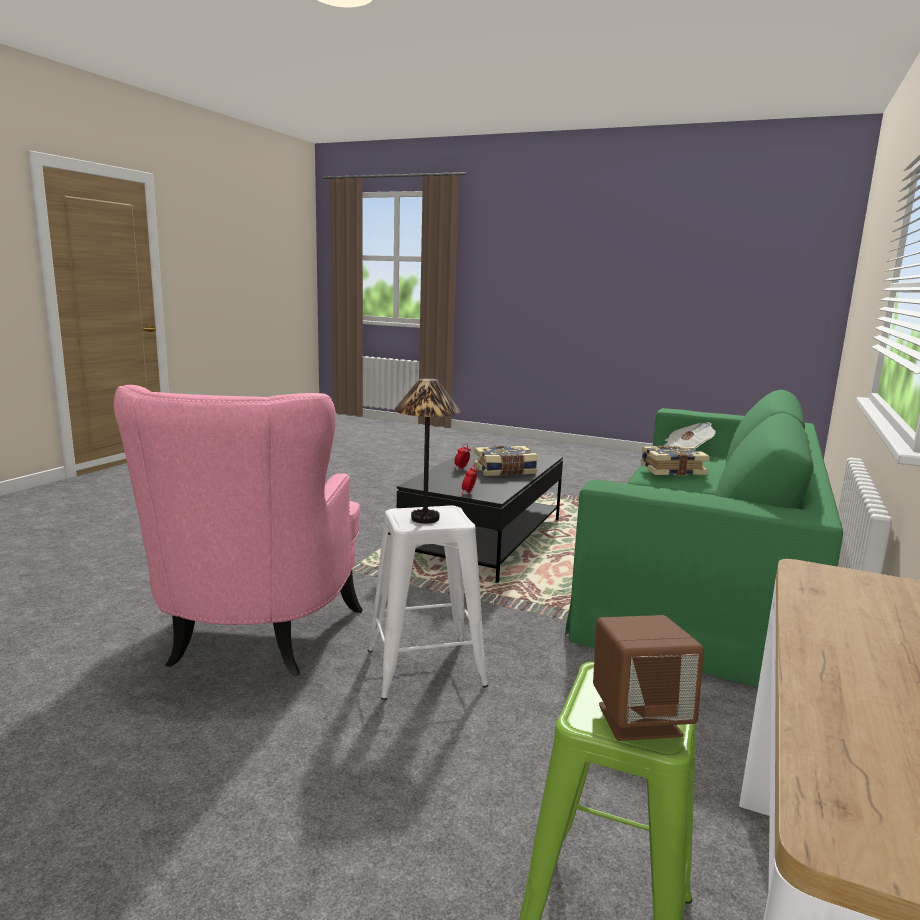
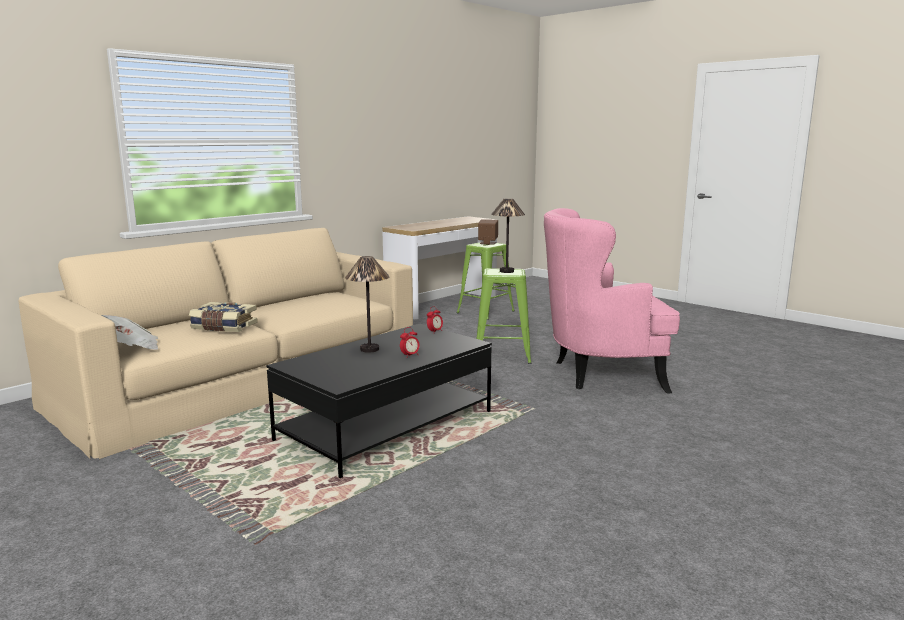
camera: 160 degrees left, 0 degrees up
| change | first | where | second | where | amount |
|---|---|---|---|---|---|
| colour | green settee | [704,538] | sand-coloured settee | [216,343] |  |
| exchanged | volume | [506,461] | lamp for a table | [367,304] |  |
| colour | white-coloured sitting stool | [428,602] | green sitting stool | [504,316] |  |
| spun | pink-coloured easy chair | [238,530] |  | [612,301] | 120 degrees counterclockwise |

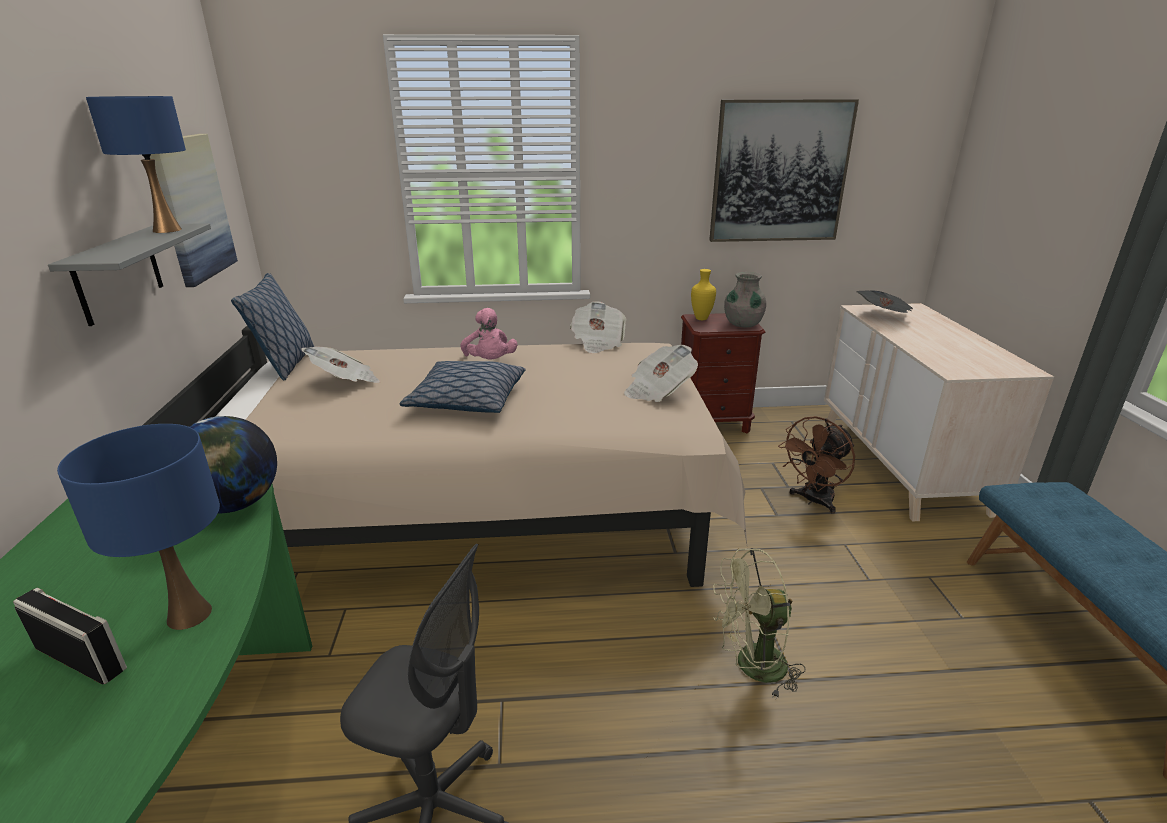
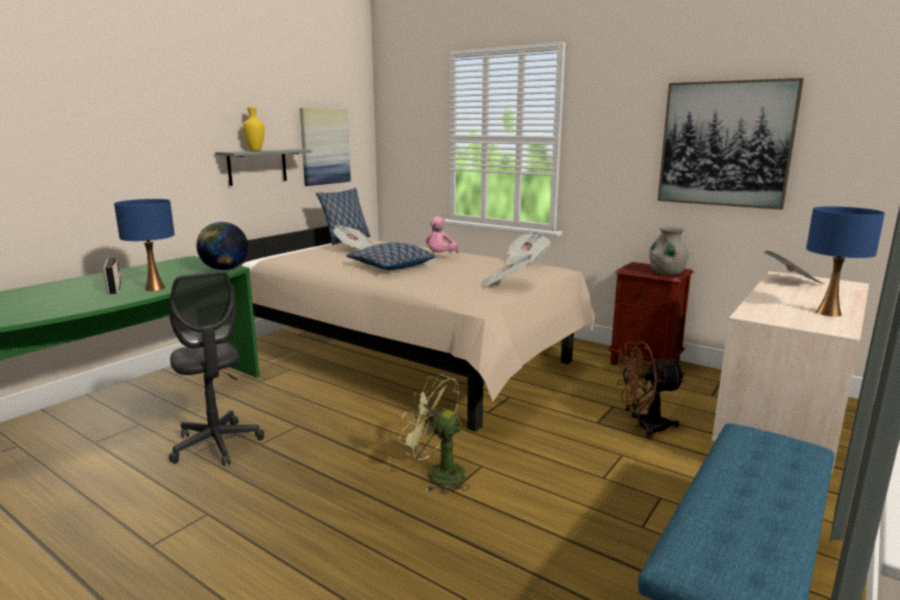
camera: 40 degrees right, 10 degrees down
| change | first | where | second | where | amount |
|---|---|---|---|---|---|
| relocated | yellowish vase | [703,294] |  | [253,129] |  |
| relocated | bluish lamp for a table | [136,164] |  | [845,261] |  |

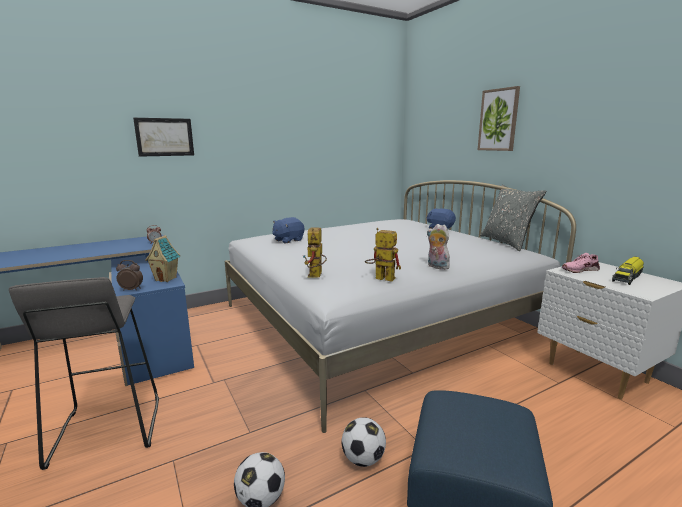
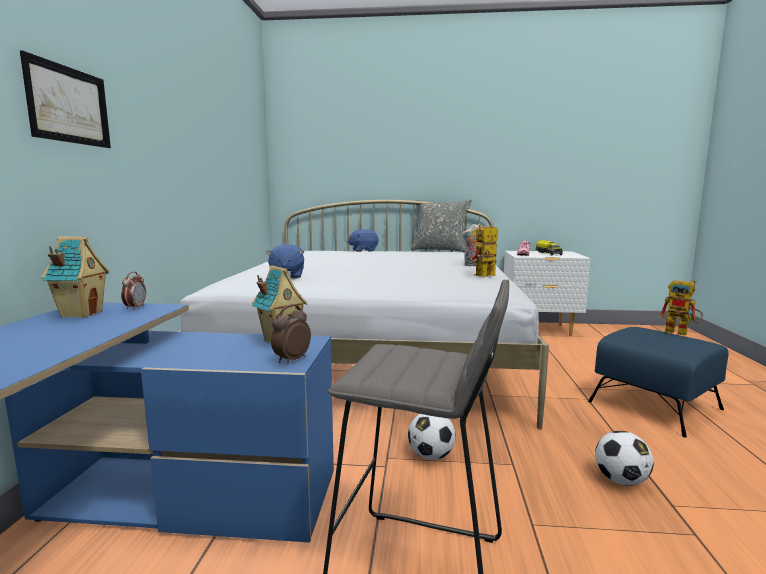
camera: 55 degrees left, 5 degrees down
| change | first | where | second | where | amount |
|---|---|---|---|---|---|
| appeared |  |  | miniature house | [75,277] |  |
| relocated | football ball | [363,442] |  | [432,437] |  |
| relocated | toy robot | [315,252] |  | [681,308] |  |
| missing | wall art | [499,118] |  |  |  |

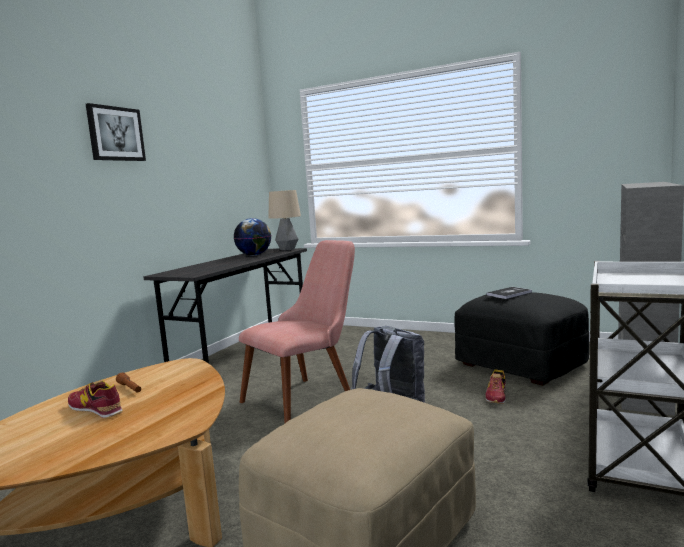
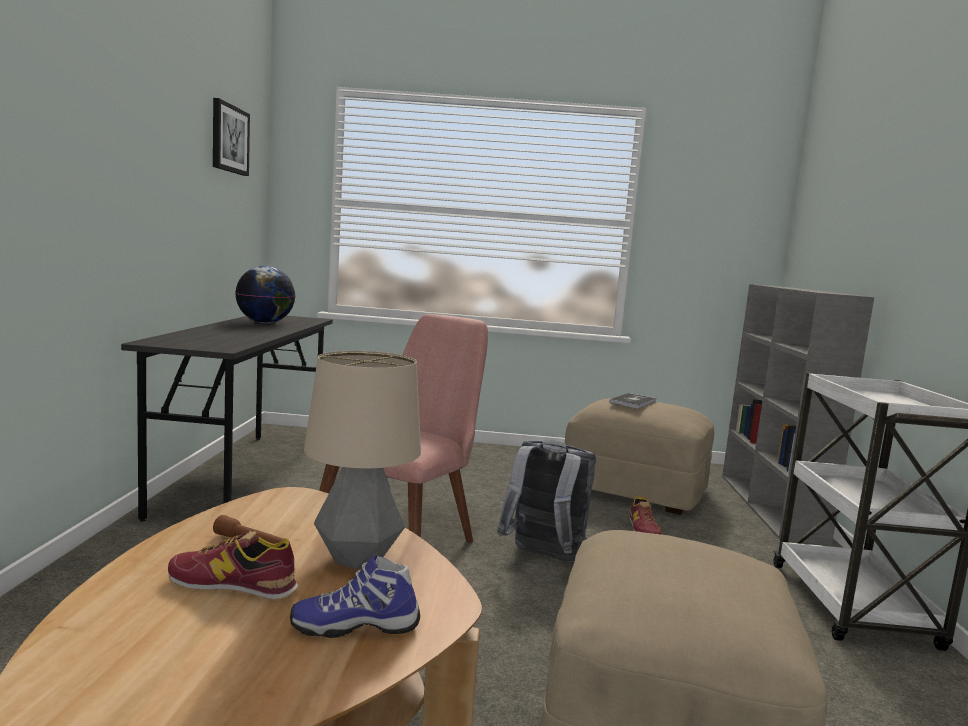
camera: 25 degrees left, 0 degrees up
| change | first | where | second | where | amount |
|---|---|---|---|---|---|
| relocated | wall art | [116,132] |  | [231,137] |  |
| appeared |  |  | item of footwear | [355,596] |  |
| relocated | lamp for a table | [284,220] |  | [362,460] |  |
| colour | black-coloured pouffe | [521,339] | sand-coloured pouffe | [639,456] |  |

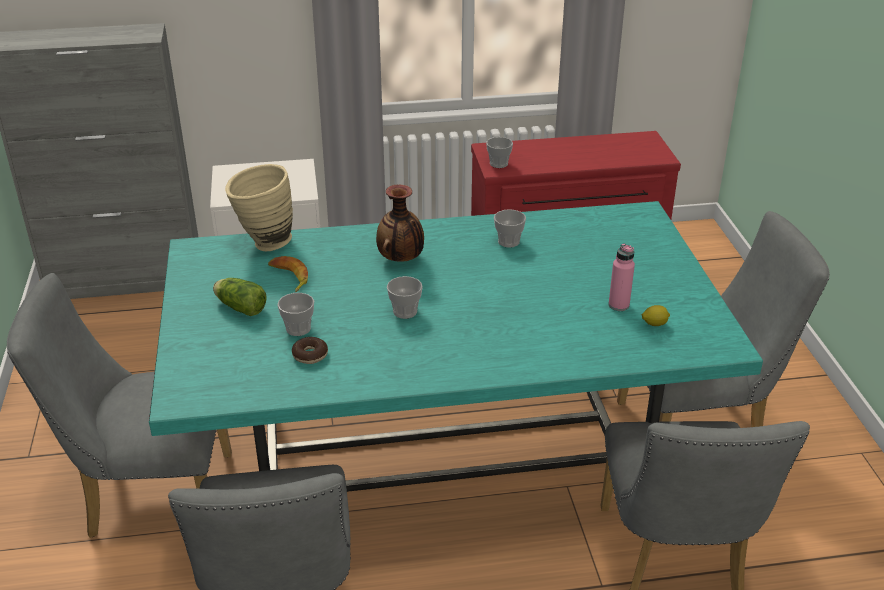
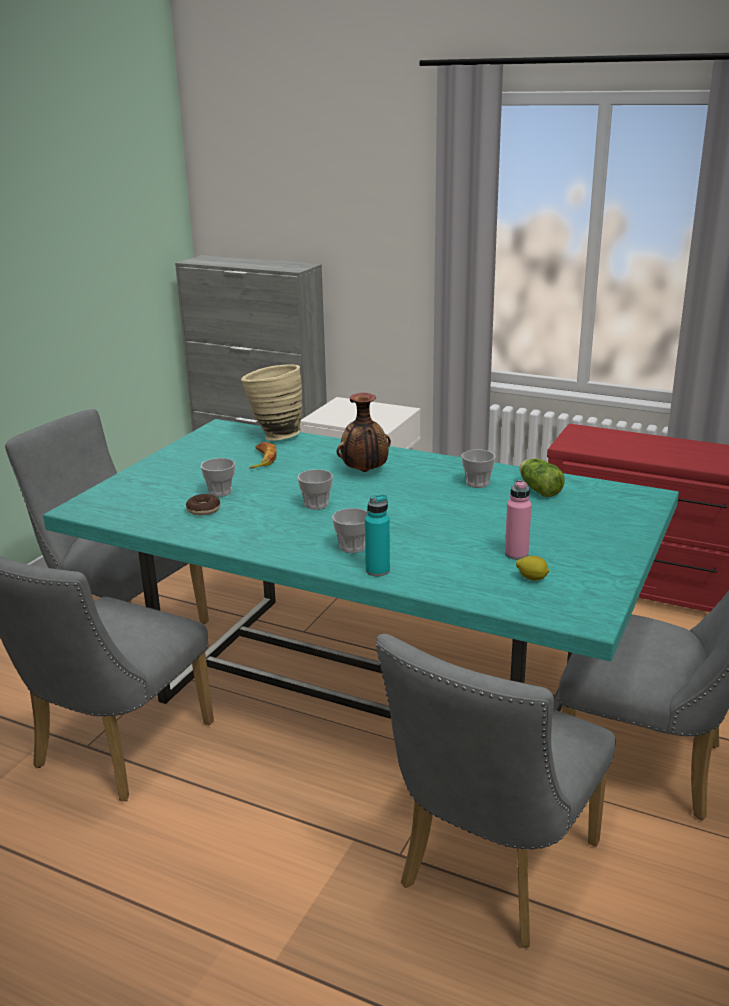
camera: 35 degrees right, 10 degrees down
| change | first | where | second | where | amount |
|---|---|---|---|---|---|
| relocated | cup | [499,152] |  | [350,530] |  |
| appeared |  |  | turquoise-coloured drink bottle | [377,535] |  |
| relocated | lettuce | [240,297] |  | [542,477] |  |

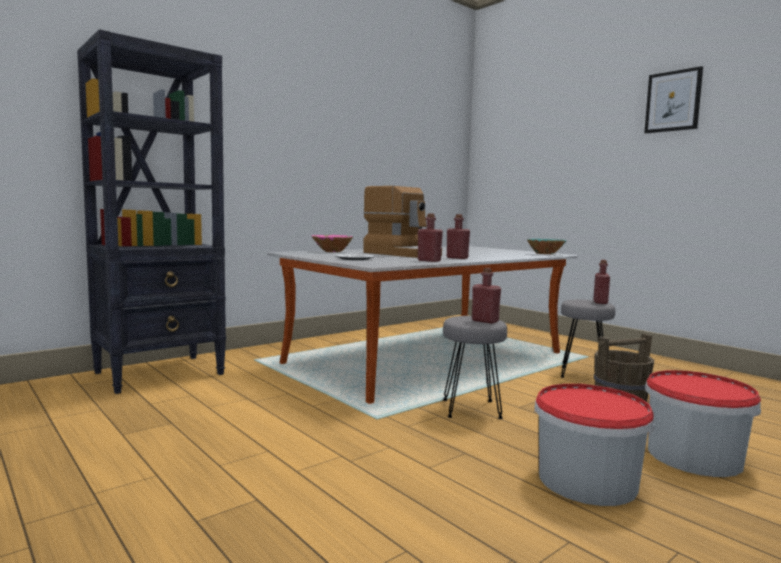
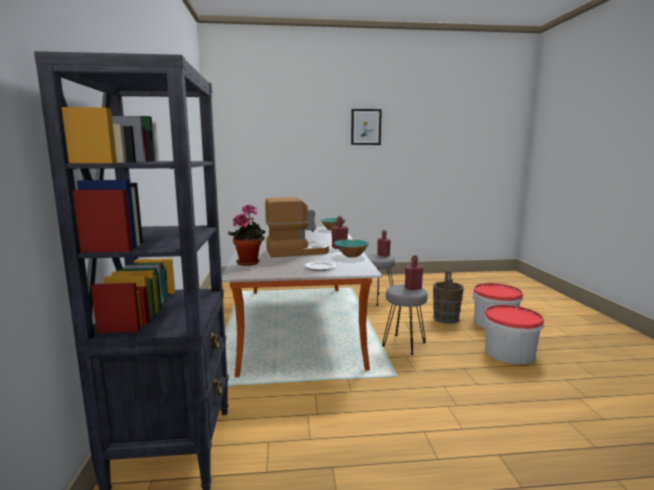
camera: 55 degrees left, 5 degrees up
| change | first | where | second | where | amount |
|---|---|---|---|---|---|
| exchanged | pink-coloured bowl | [332,243] | plant in a pot | [246,235] |  |
| exchanged | red drink bottle | [430,237] | turquoise-coloured bowl | [351,248] |  |

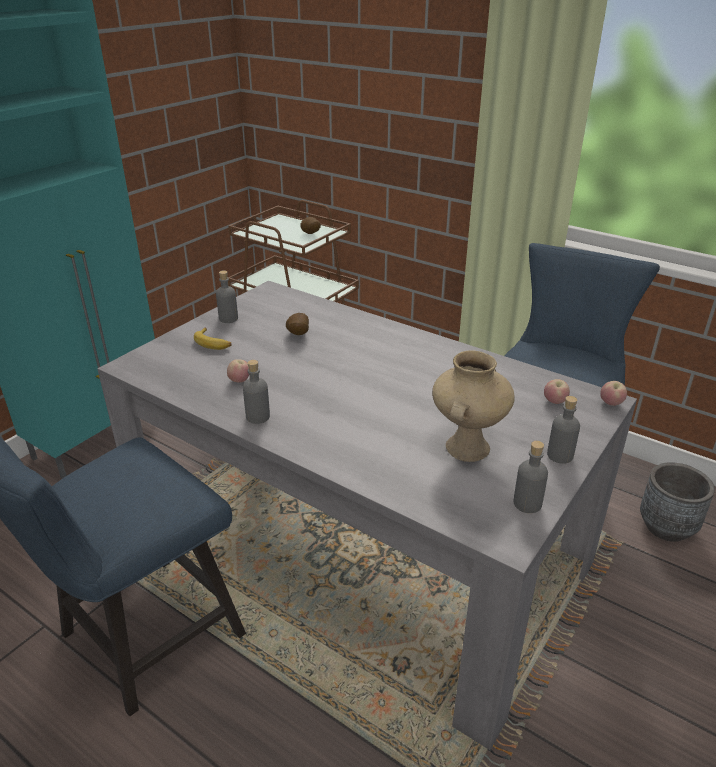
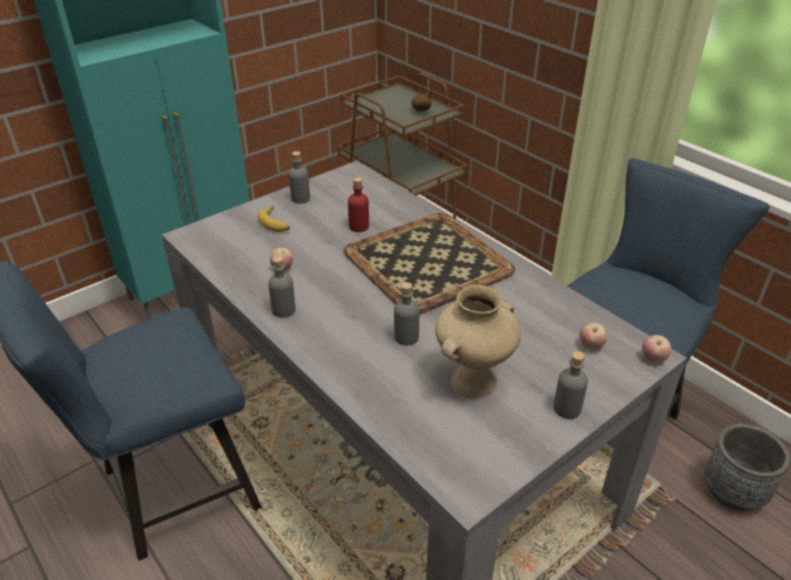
camera: 15 degrees right, 5 degrees up
| change | first | where | second | where | amount |
|---|---|---|---|---|---|
| appeared |  |  | carrying tray | [429,264] |  |
| exchanged | whole potato | [297,324] | red drink bottle | [358,204] |  |
| relocated | greyish drink bottle | [530,477] |  | [406,314] |  |

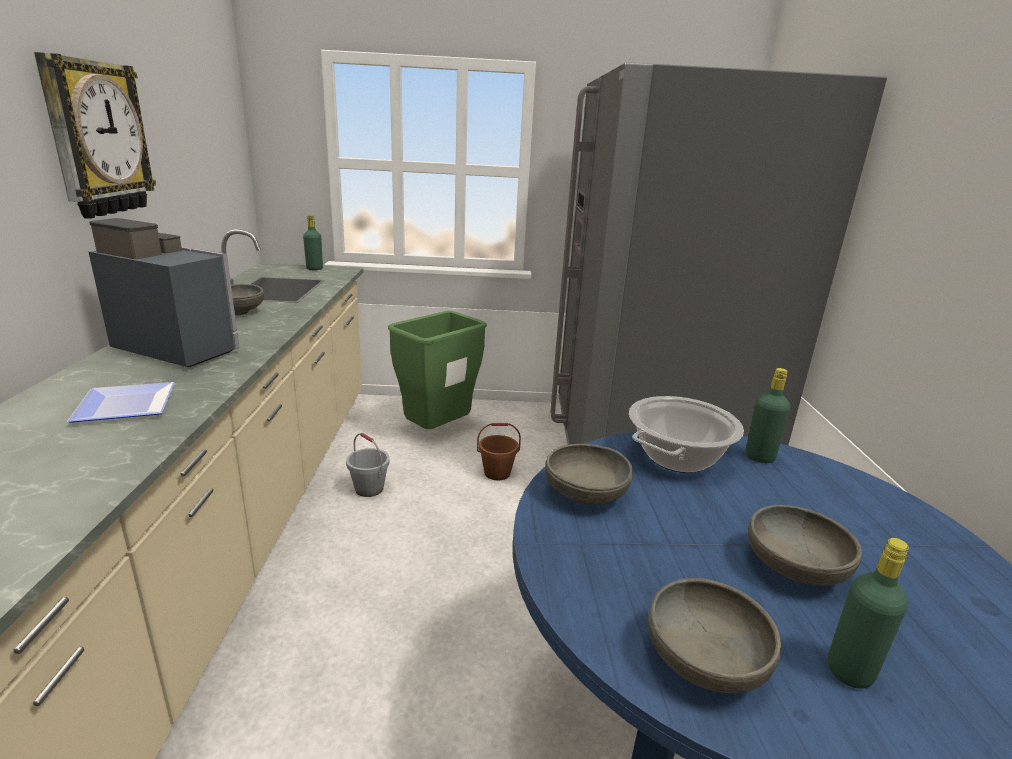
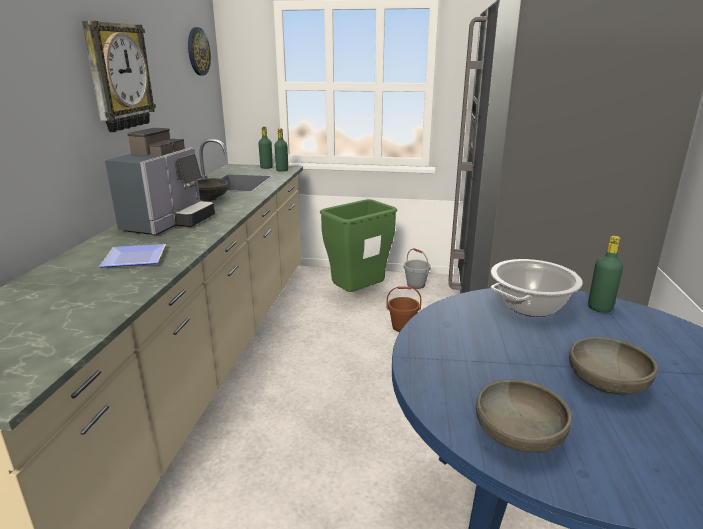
camera: 10 degrees right, 0 degrees up
| change | first | where | second | where | amount |
|---|---|---|---|---|---|
| spun | coffee machine | [164,293] |  | [160,181] | 75 degrees clockwise |
| appeared |  |  | clock on the wall | [199,51] |  |
| relocated | green drink bottle | [868,613] |  | [281,150] |  |
| relocated | greyish bucket | [368,465] |  | [417,268] |  |
| missing | greyish bowl | [589,474] |  |  |  |

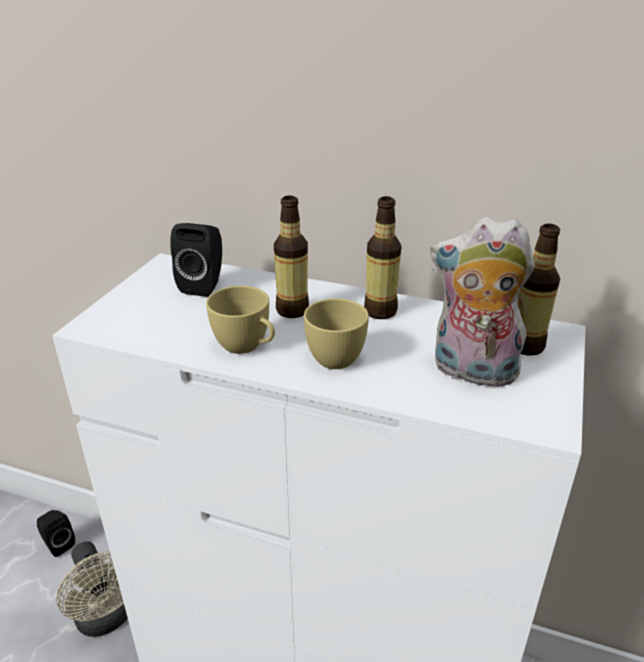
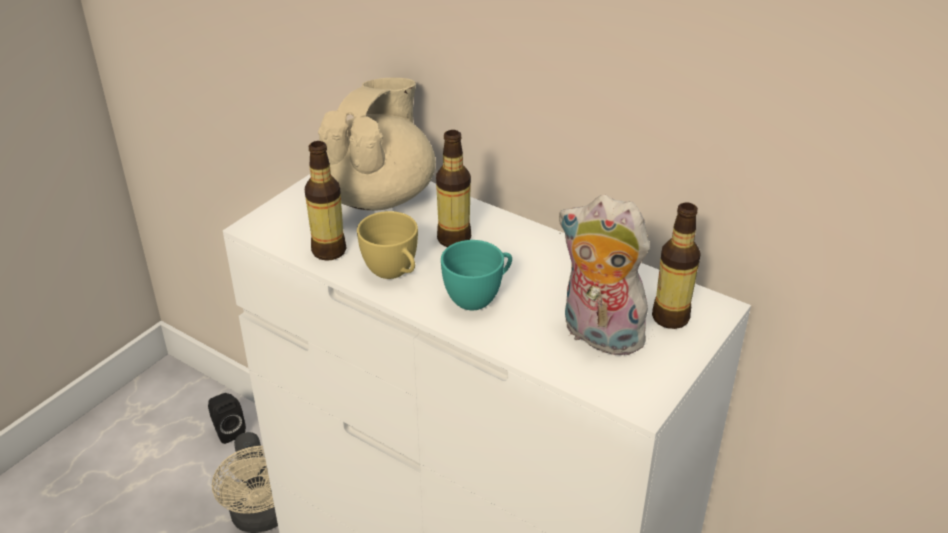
camera: 15 degrees right, 5 degrees up
| change | first | where | second | where | amount |
|---|---|---|---|---|---|
| relocated | drink bottle | [382,257] |  | [325,201] |  |
| exchanged | black-coloured speaker | [196,260] | sand-coloured teapot | [377,144] |  |
| colour | yellowish cup | [336,333] | turquoise-coloured cup | [476,275] |  |

